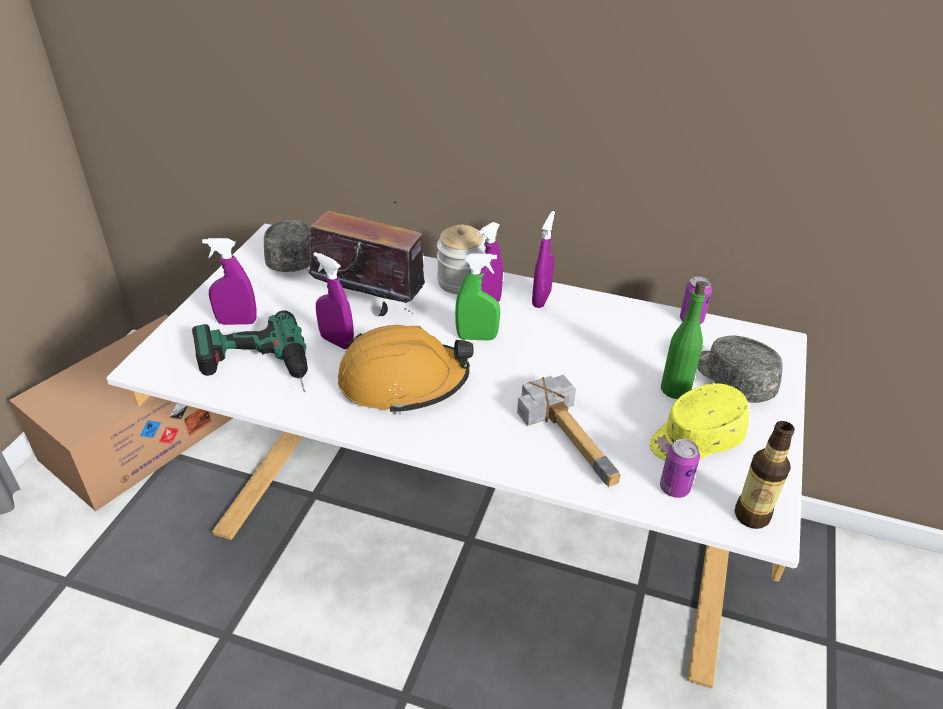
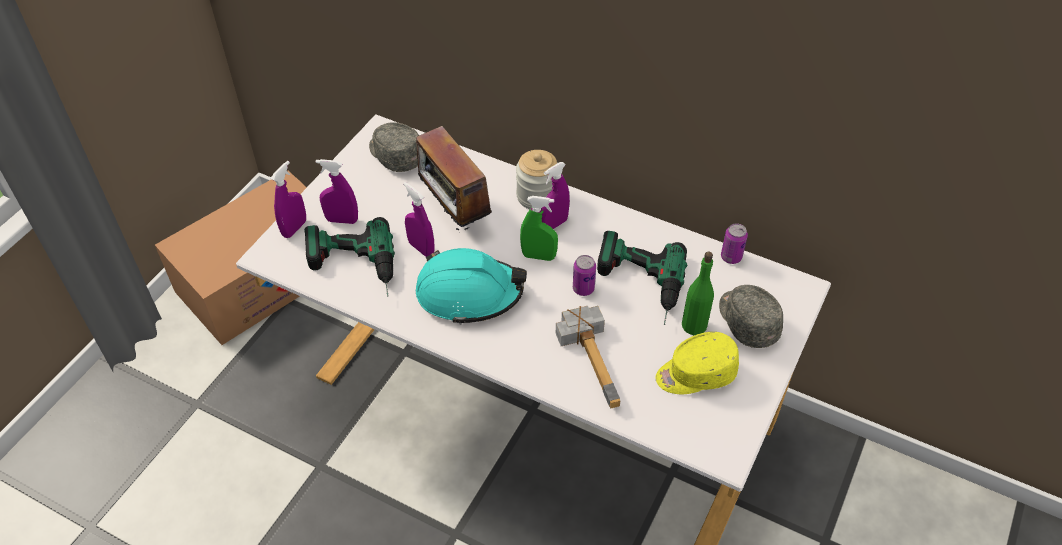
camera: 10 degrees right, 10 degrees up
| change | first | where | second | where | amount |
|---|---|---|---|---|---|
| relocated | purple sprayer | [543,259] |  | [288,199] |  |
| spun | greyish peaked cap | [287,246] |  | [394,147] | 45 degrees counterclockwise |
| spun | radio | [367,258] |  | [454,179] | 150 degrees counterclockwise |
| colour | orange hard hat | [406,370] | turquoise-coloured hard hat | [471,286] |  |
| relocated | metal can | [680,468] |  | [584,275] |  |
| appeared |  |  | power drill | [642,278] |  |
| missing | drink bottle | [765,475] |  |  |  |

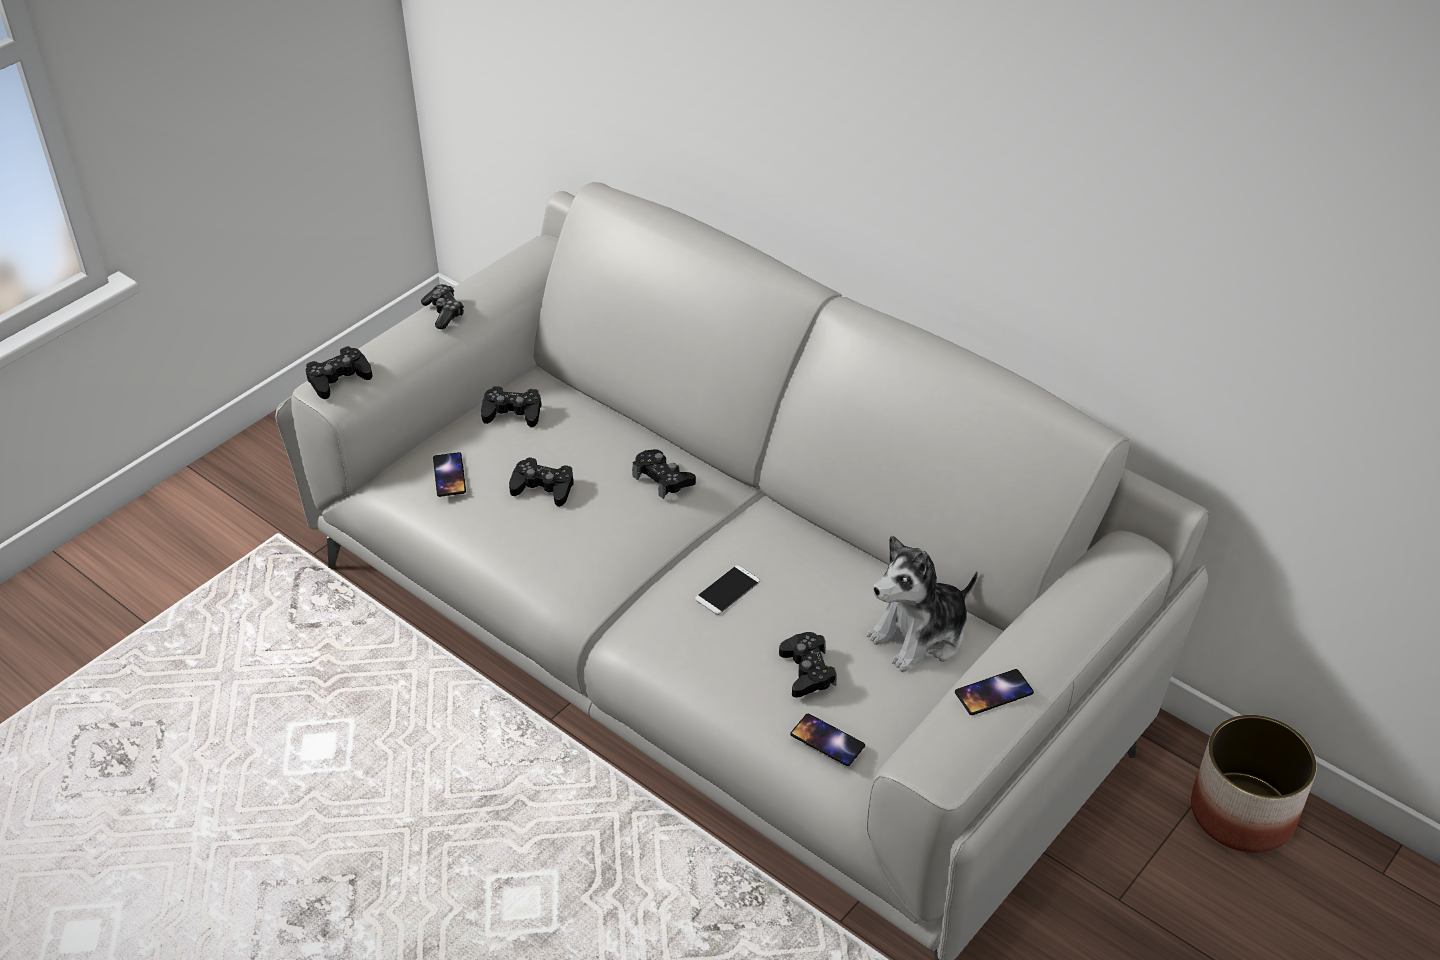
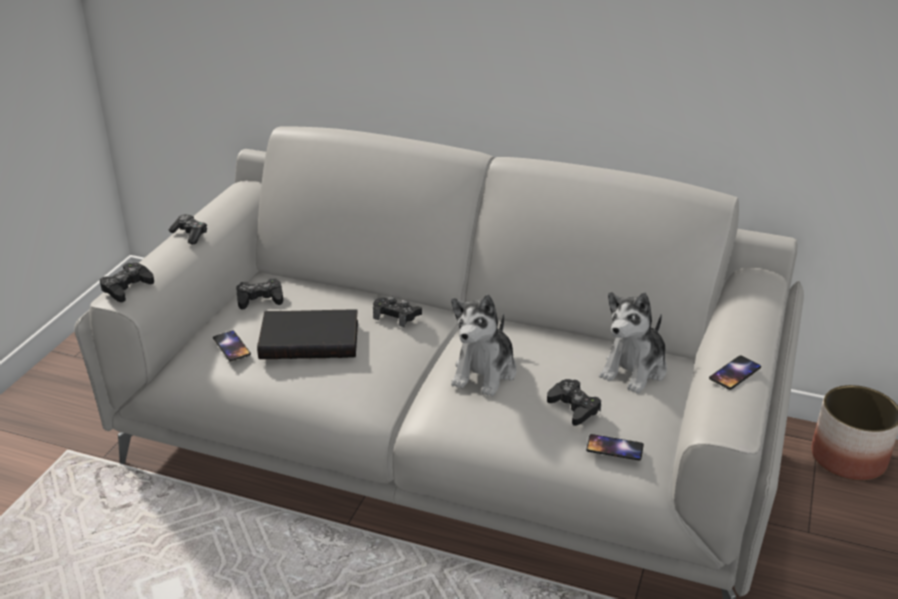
camera: 20 degrees left, 10 degrees down
| change | first | where | second | where | amount |
|---|---|---|---|---|---|
| exchanged | black-coloured game controller | [541,482] | black-coloured volume | [307,334] |  |
| exchanged | telephone | [727,590] | cuddly toy | [484,345] |  |

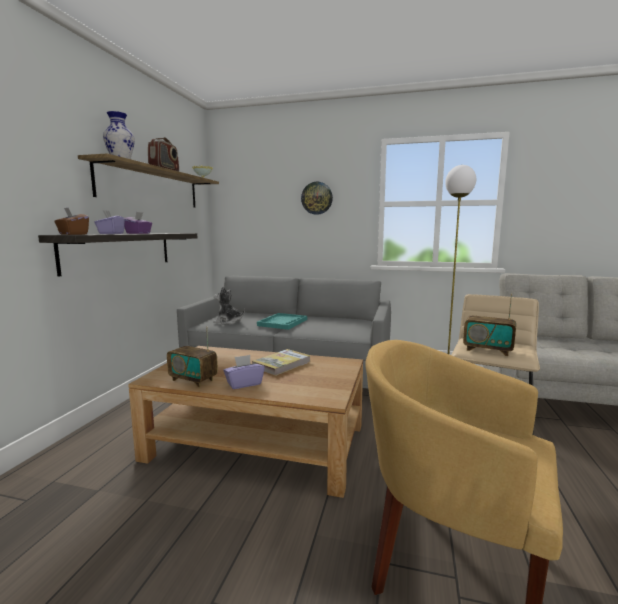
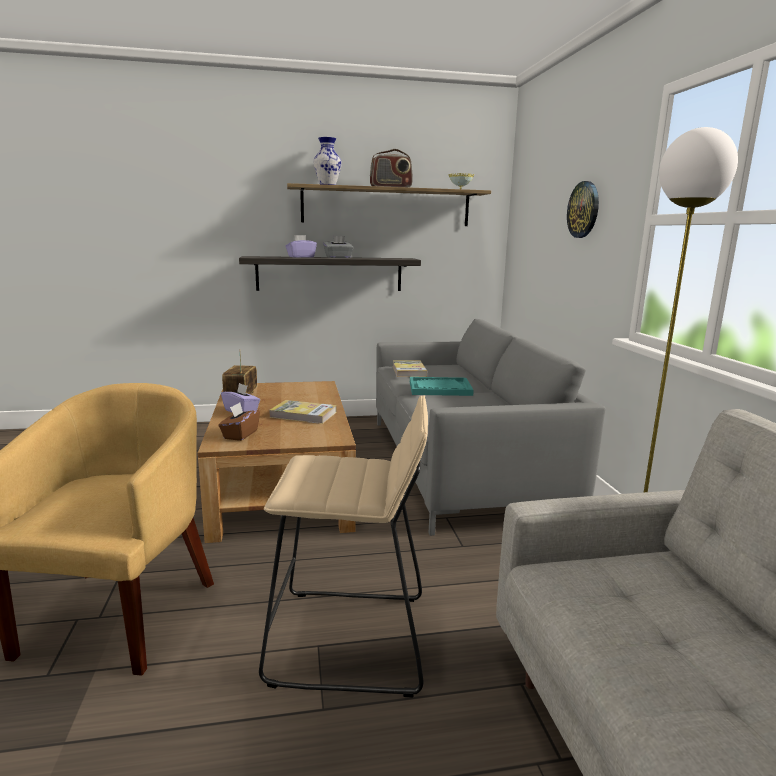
camera: 65 degrees right, 5 degrees up
| change | first | where | second | where | amount |
|---|---|---|---|---|---|
| relocated | brownish tissue box | [71,221] |  | [239,422] |  |
| colour | purple tissue box | [138,223] | greyish tissue box | [338,247] |  |
| exchanged | cuddly toy | [229,305] | volume | [410,368] |  |
| missing | radio | [489,325] |  |  |  |

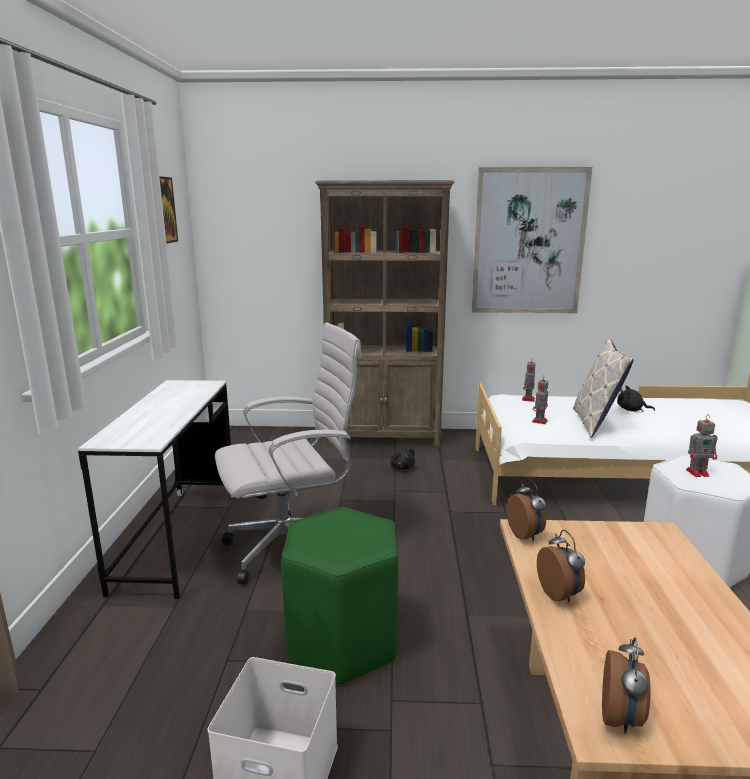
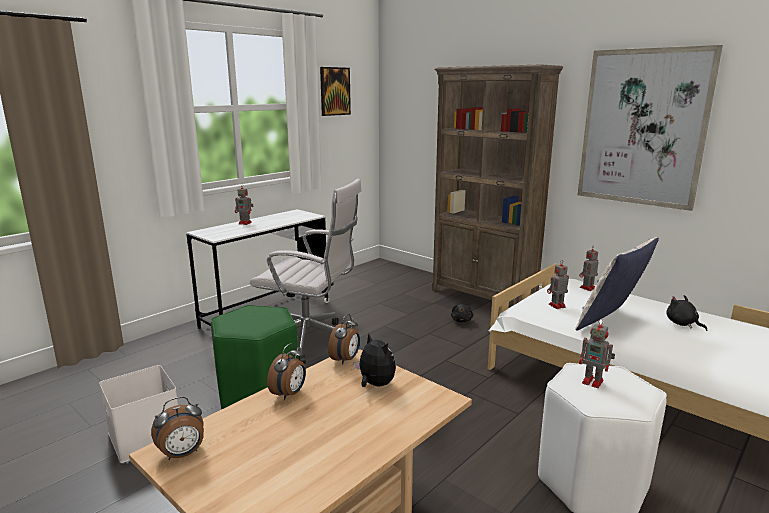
camera: 40 degrees right, 0 degrees up
| change | first | where | second | where | amount |
|---|---|---|---|---|---|
| appeared |  |  | toy robot | [244,204] |  |
| appeared |  |  | cuddly toy | [375,360] |  |

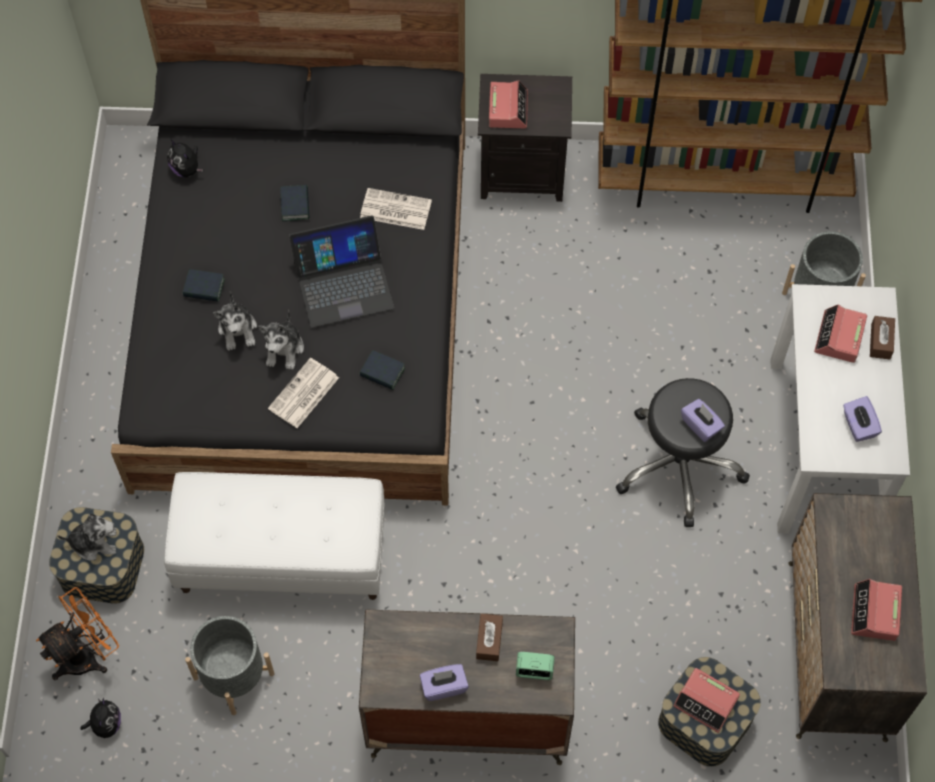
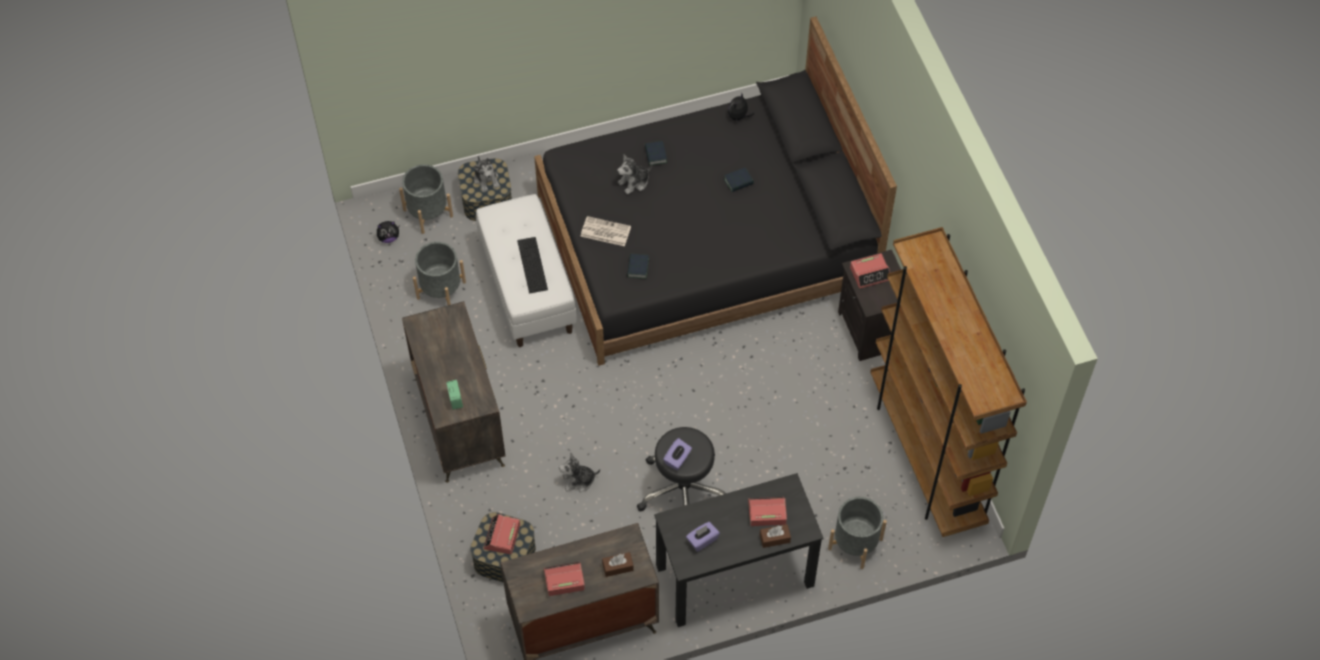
camera: 70 degrees right, 5 degrees down
| change | first | where | second | where | amount |
|---|---|---|---|---|---|
| exchanged | orange cooling fan | [77,633] | greyish plant pot | [426,199] |  |
| appeared |  |  | computer keyboard | [532,265] |  |
| relocated | cuddly toy | [281,340] |  | [579,472] |  |
| relocated | brownish tissue box | [489,637] |  | [618,564] |  |
| colour | white-coloured desk table | [840,409] | black-coloured desk table | [739,550] |  |
| missing | notebook computer | [341,271] |  |  |  |
| missing | printed paper | [396,209] |  |  |  |
| missing | purple tissue box | [444,682] |  |  |  |

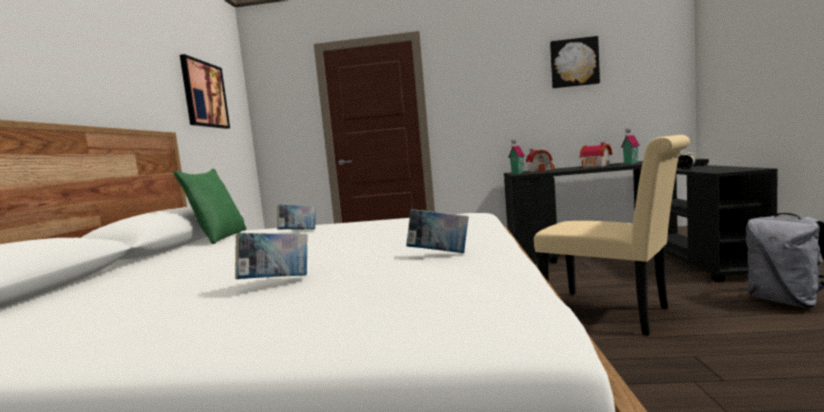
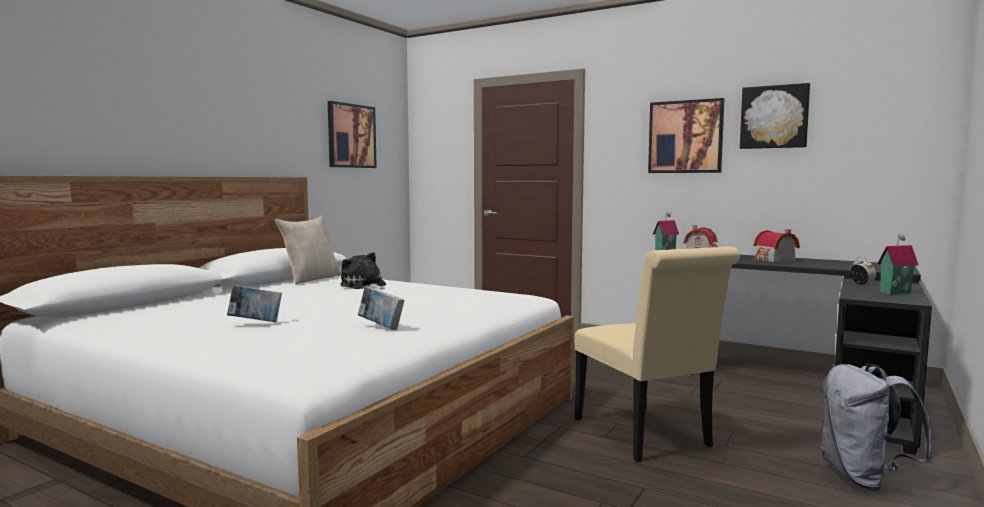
camera: 25 degrees right, 0 degrees up
| change | first | where | second | where | amount |
|---|---|---|---|---|---|
| colour | green cushion | [209,206] | sand-coloured cushion | [308,250] |  |
| exchanged | volume | [296,217] | cuddly toy | [363,271] |  |
| appeared |  |  | wall art | [686,135] |  |
| relocated | miniature house | [630,146] |  | [897,263] |  |

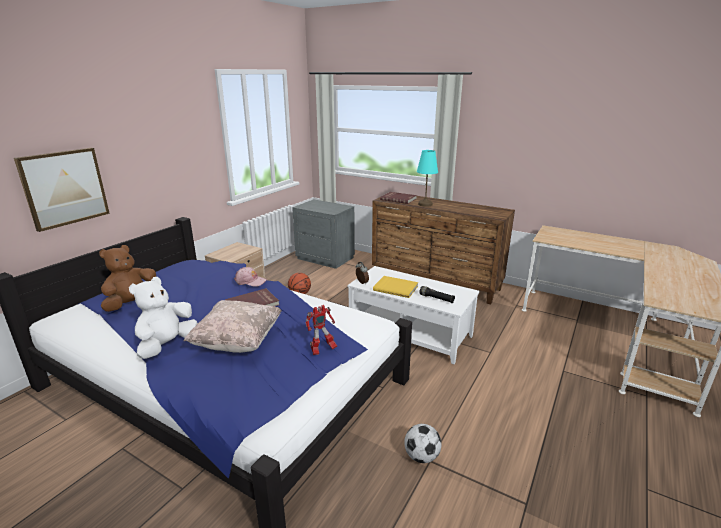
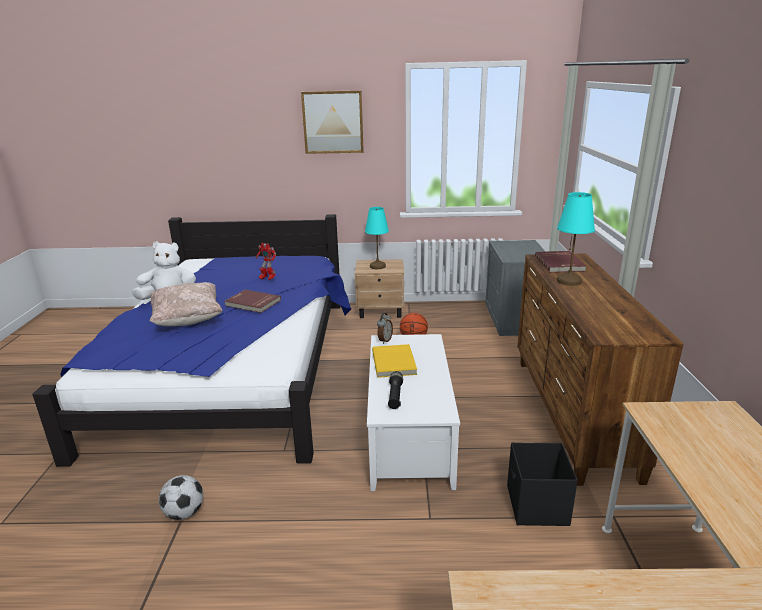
camera: 60 degrees right, 0 degrees up
| change | first | where | second | where | amount |
|---|---|---|---|---|---|
| relocated | toy robot | [321,330] |  | [266,261] |  |
| relocated | wall art | [62,190] |  | [332,122] |  |
| appeared |  |  | turquoise-coloured lamp for a table | [377,238] |  |
| appeared |  |  | black-coloured storage bin | [542,484] |  |
| missing | brownish cuddly toy | [127,278] |  |  |  |
| missing | pink-coloured peaked cap | [250,277] |  |  |  |

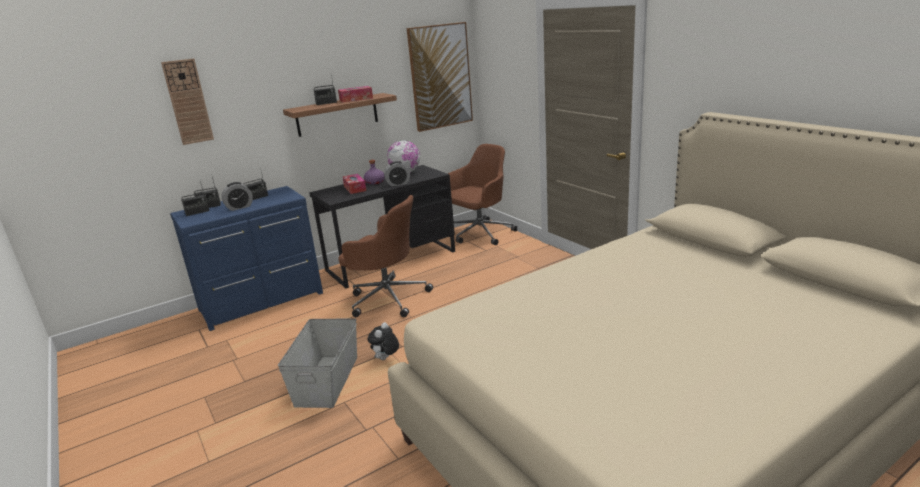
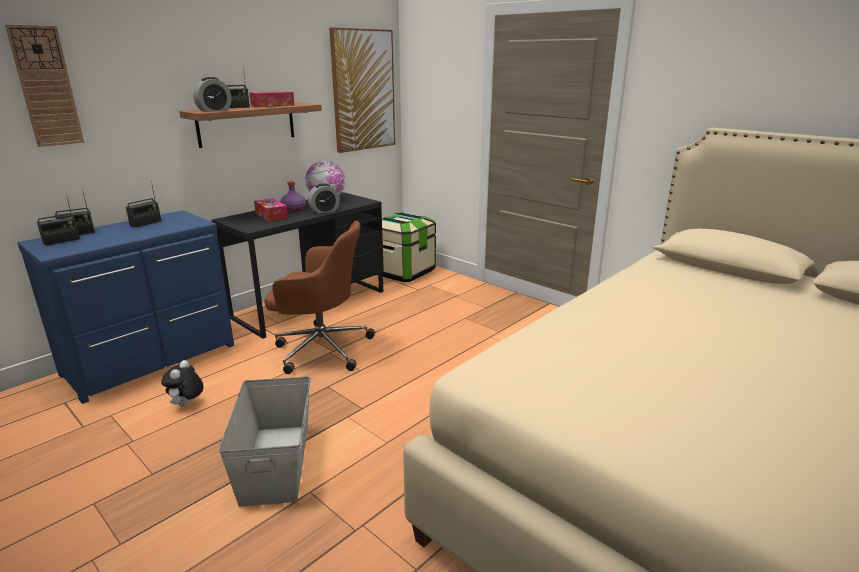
camera: 15 degrees left, 0 degrees up
| change | first | where | second | where | amount |
|---|---|---|---|---|---|
| relocated | cuddly toy | [383,341] |  | [182,383] |  |
| relocated | alarm clock | [237,196] |  | [212,94] |  |
| exchanged | brownish computer chair | [482,194] | storage bin | [409,247] |  |

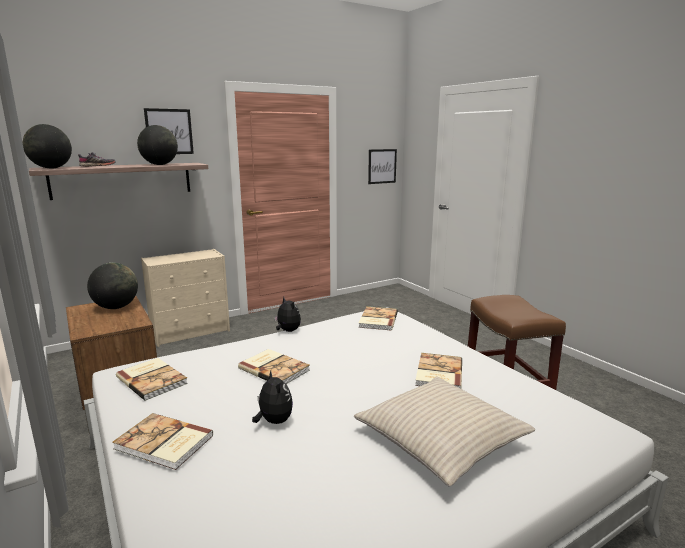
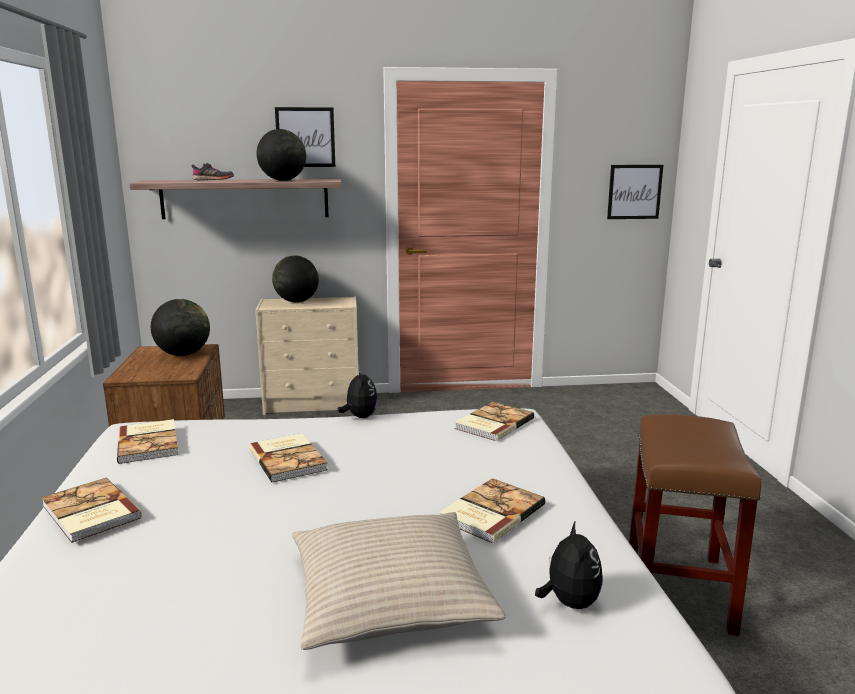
camera: 25 degrees right, 0 degrees up
| change | first | where | second | where | amount |
|---|---|---|---|---|---|
| relocated | world globe | [47,146] |  | [295,279] |  |
| relocated | cuddly toy | [272,397] |  | [569,565] |  |

